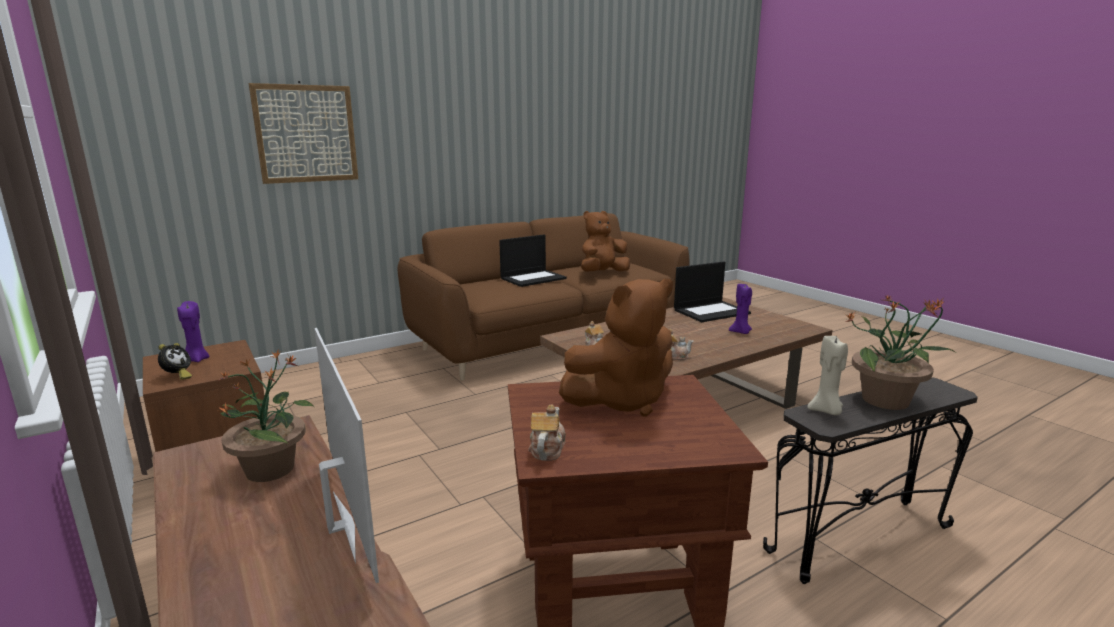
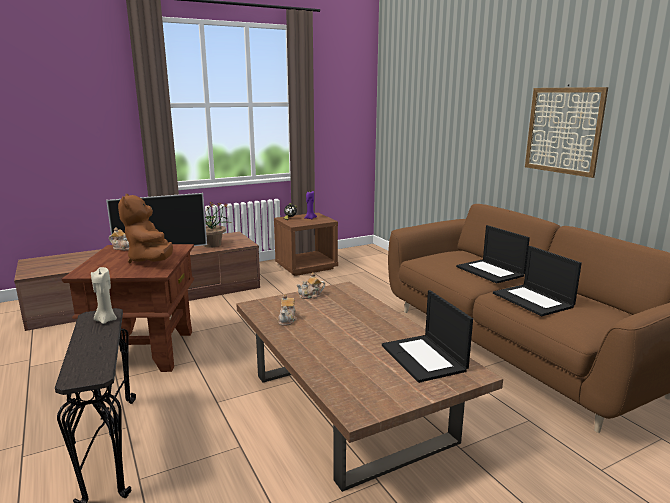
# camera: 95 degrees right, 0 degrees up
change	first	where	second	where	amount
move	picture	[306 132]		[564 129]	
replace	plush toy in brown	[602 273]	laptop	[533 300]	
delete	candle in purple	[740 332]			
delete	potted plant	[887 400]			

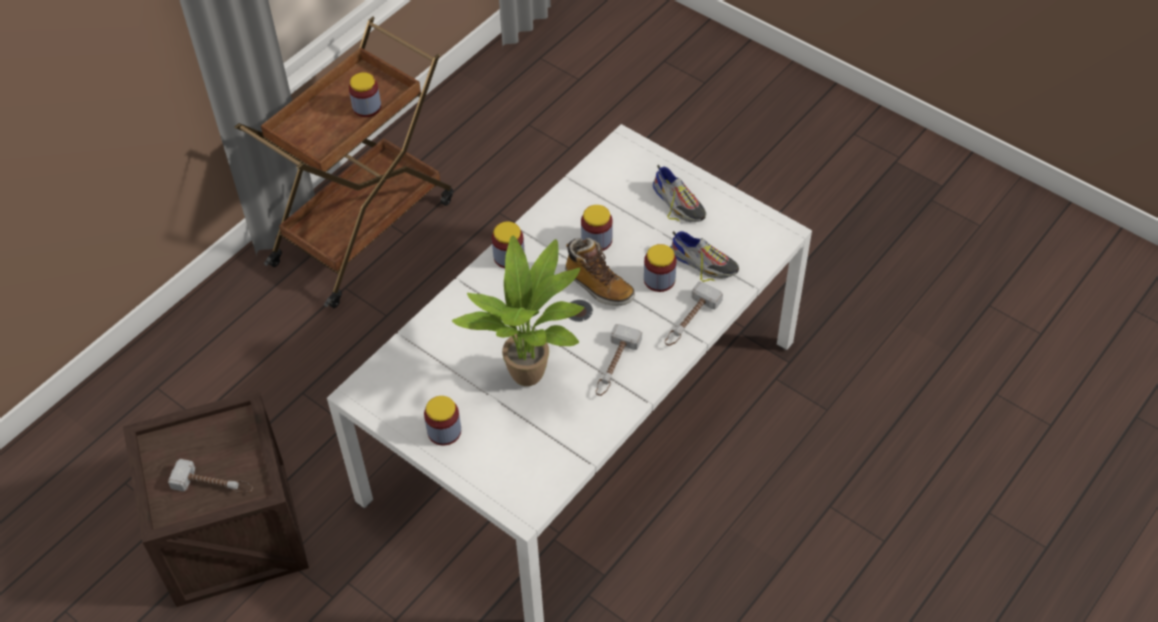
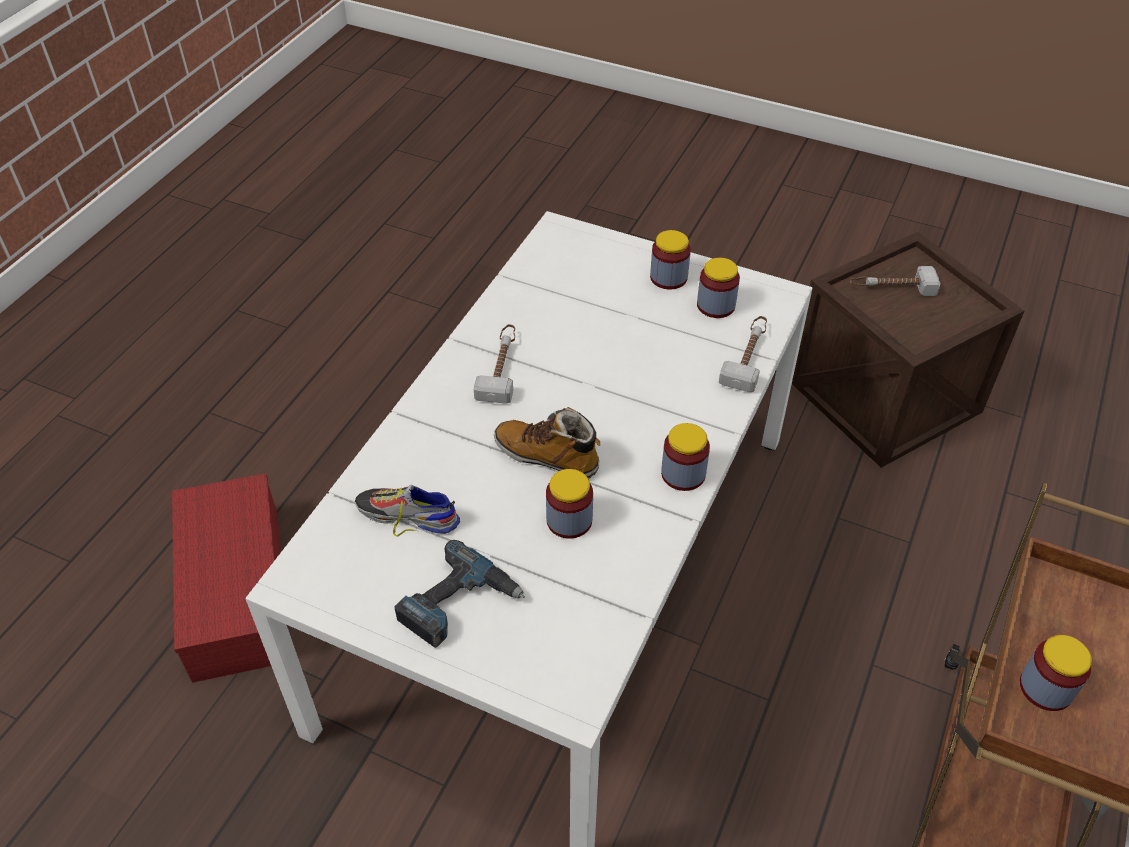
# camera: 165 degrees right, 5 degrees down
change	first	where	second	where	amount
delete	potted plant	[533 377]			
move	jar	[659 279]		[716 305]	
replace	shoe	[679 203]	power drill	[459 604]	
move	hammer	[689 321]		[748 357]	
insert			storage box in red	[235 590]	

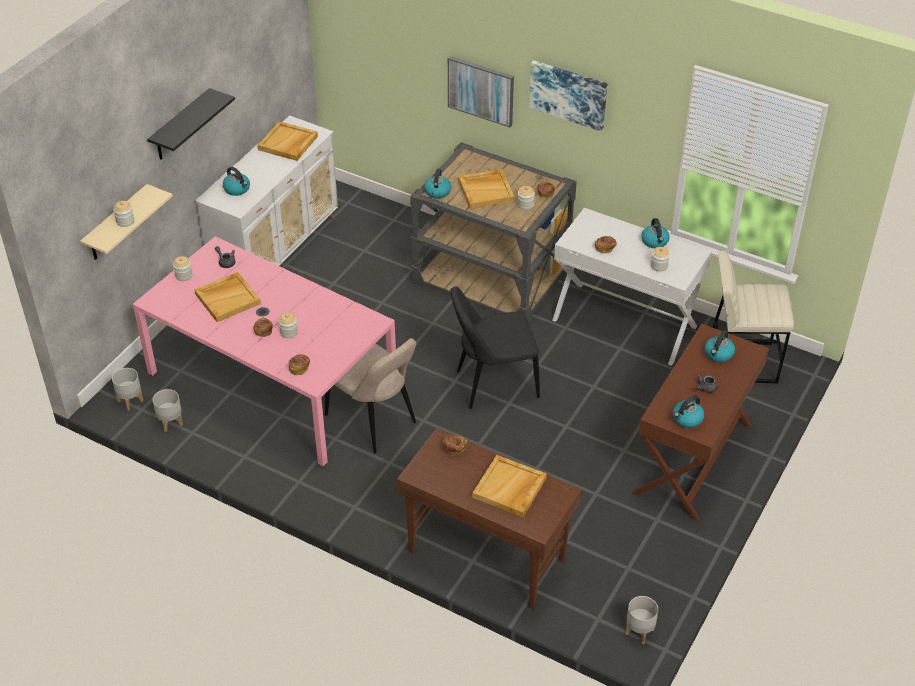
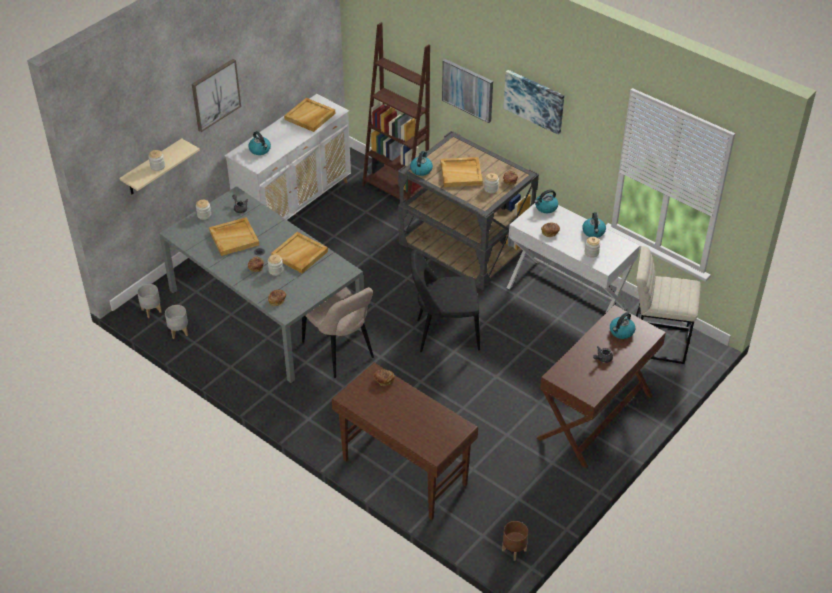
# camera: 10 degrees right, 0 degrees up
change	first	where	second	where	amount
recolor	dining table in pink	[271 382]	dining table in grey	[265 310]	
replace	shelf in black	[181 126]	picture	[215 94]	
move	tray in beige	[509 488]		[299 254]	
recolor	planter in grey	[639 632]	planter in brown	[513 550]	
move	kettle	[687 419]		[546 207]	
insert			bookcase in brown	[395 189]	

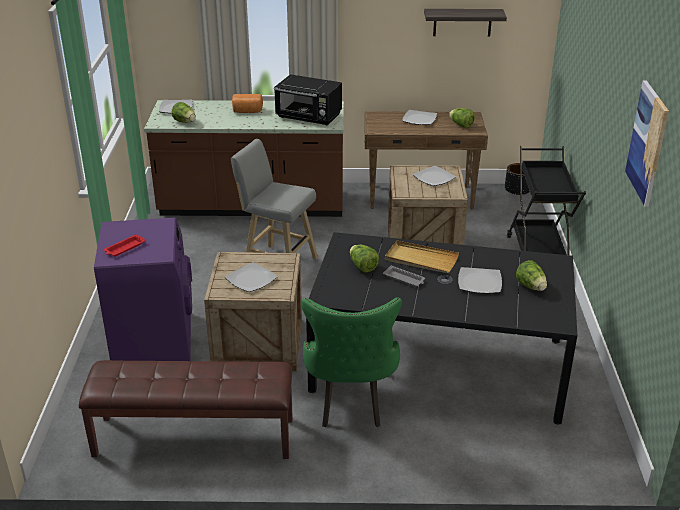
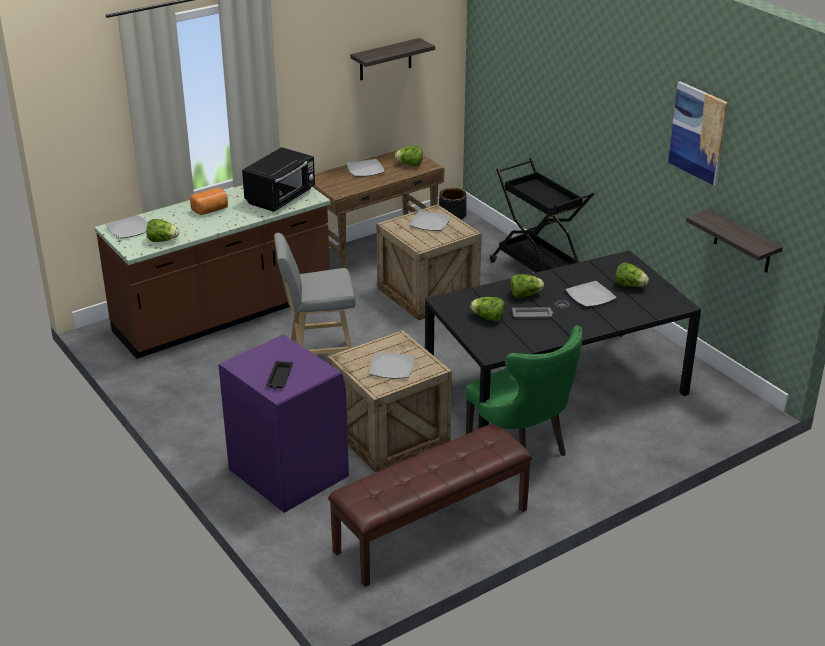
# camera: 35 degrees left, 0 degrees up
change	first	where	second	where	amount
recolor	tray in red	[124 248]	tray in black	[279 378]	
rotate	microwave in black	[309 117]		[281 197]	45 degrees counterclockwise
replace	tray in beige	[421 259]	lettuce	[525 295]	
insert			shelf	[742 242]	

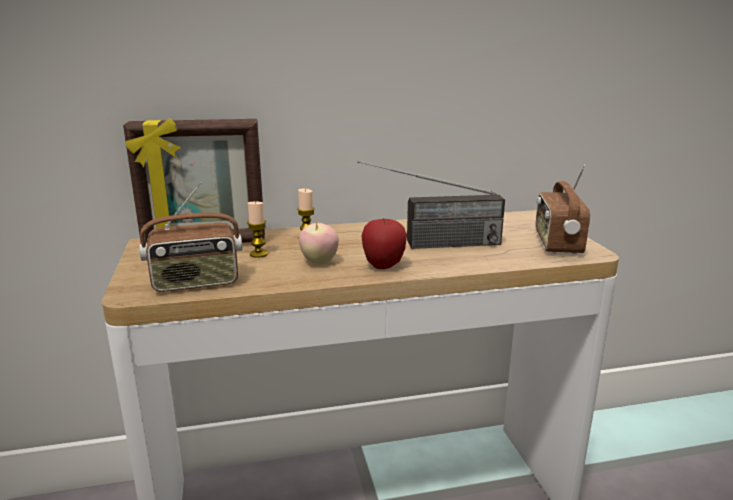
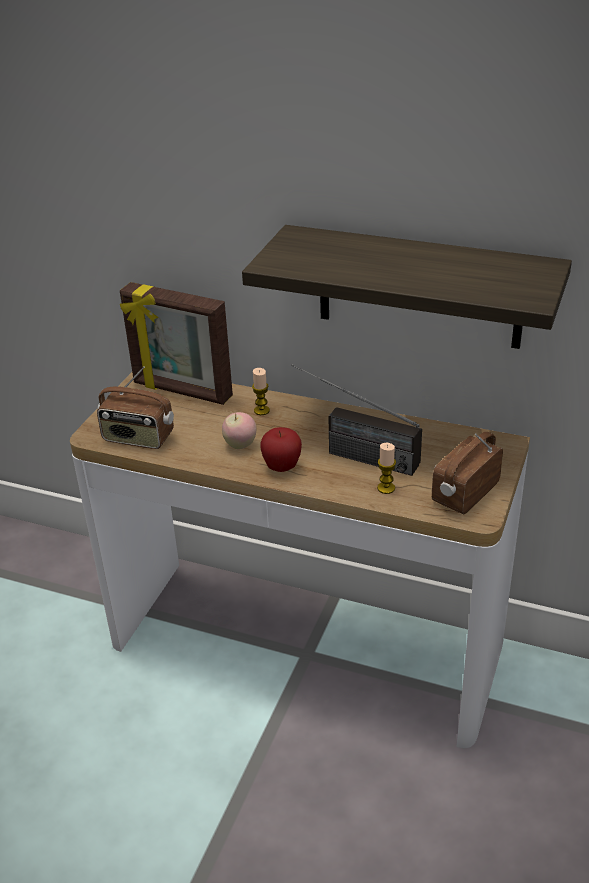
# camera: 35 degrees right, 15 degrees up
change	first	where	second	where	amount
move	candle	[258 254]		[386 488]	
insert			shelf	[419 287]	

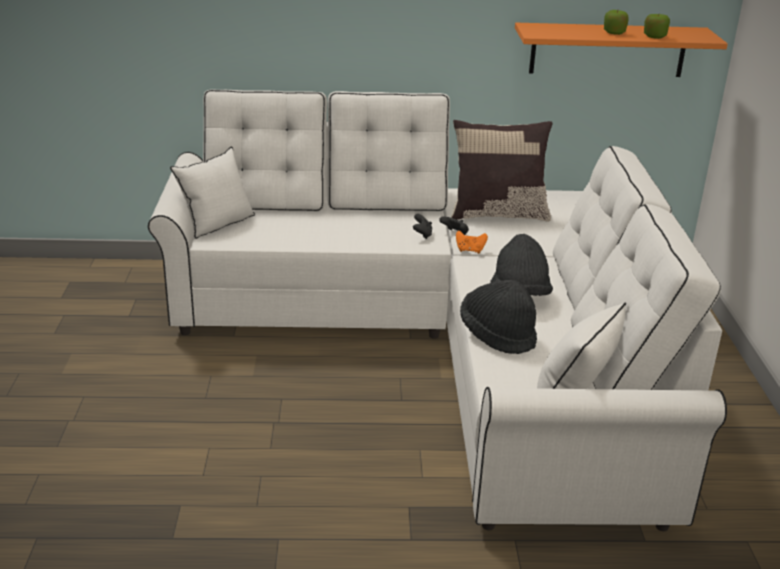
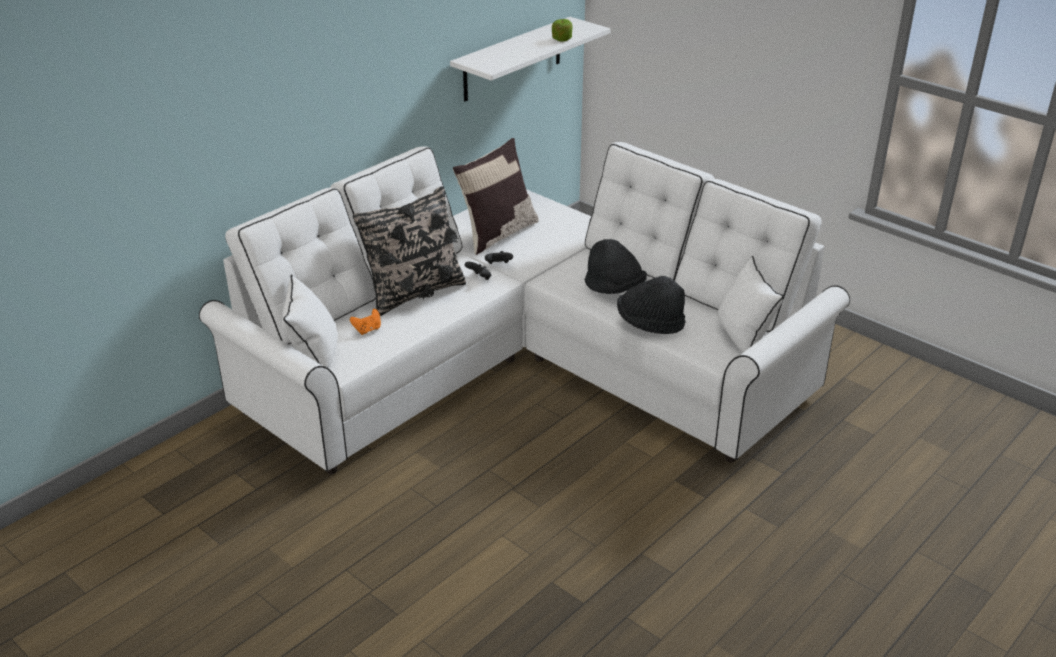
# camera: 45 degrees left, 5 degrees up
change	first	where	second	where	amount
move	game controller in orange	[470 250]		[367 330]	
recolor	shelf in orange	[608 50]	shelf in white	[512 59]	
delete	apple	[614 33]			
insert			pillow in black	[415 294]	

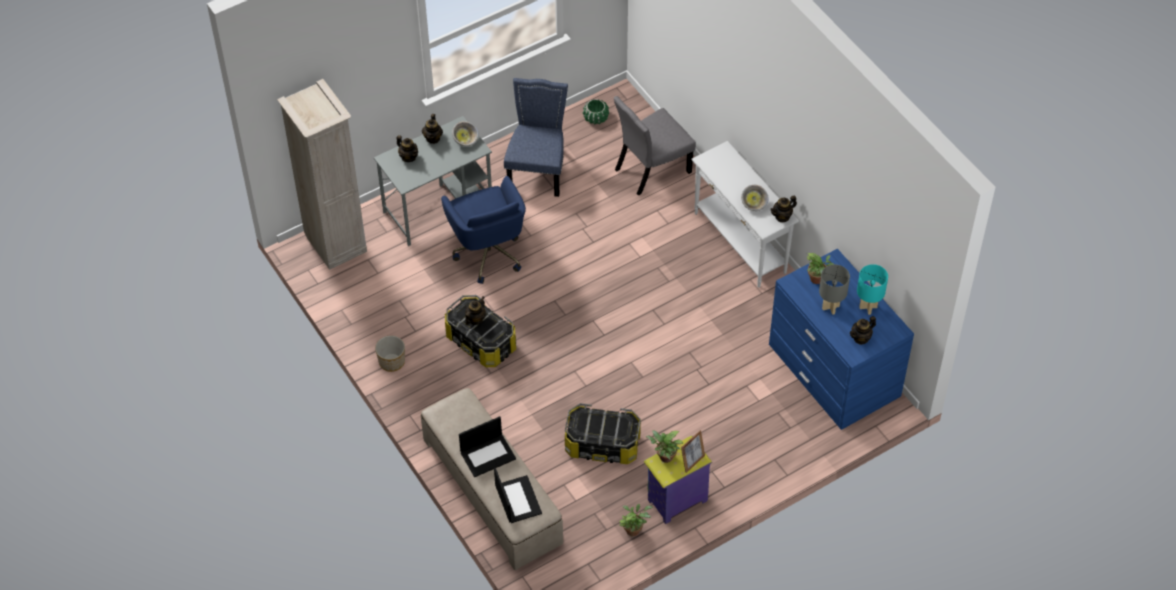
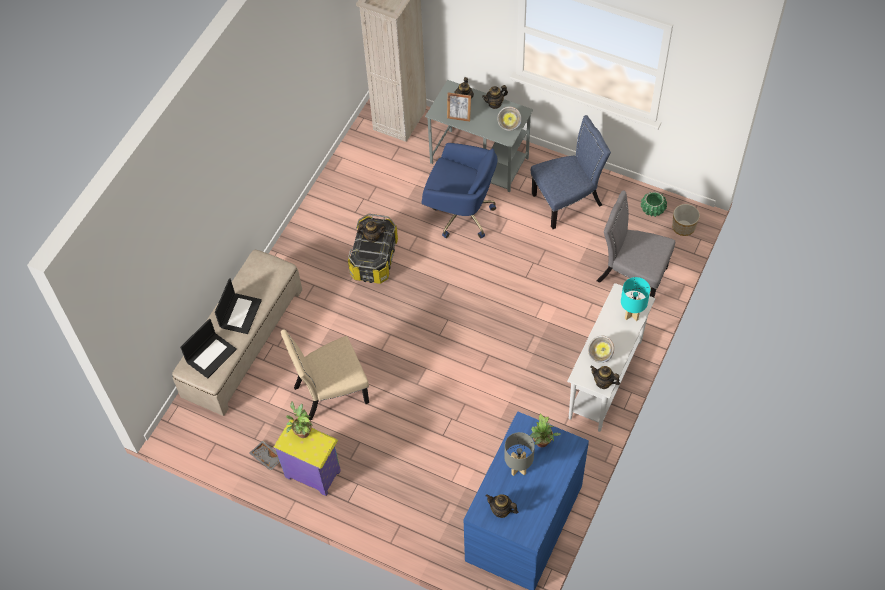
# camera: 60 degrees right, 5 degrees up
change	first	where	second	where	amount
move	planter	[392 361]		[683 227]	
rotate	office chair in blue	[487 253]		[460 215]	105 degrees counterclockwise
rotate	laptop	[488 455]		[240 313]	105 degrees counterclockwise
replace	storage box	[602 445]	chair in beige	[332 392]	
replace	potted plant	[634 529]	tray in grey	[266 458]	
move	picture frame	[692 461]		[459 117]	
move	table lamp in turquoise	[868 307]		[631 314]	

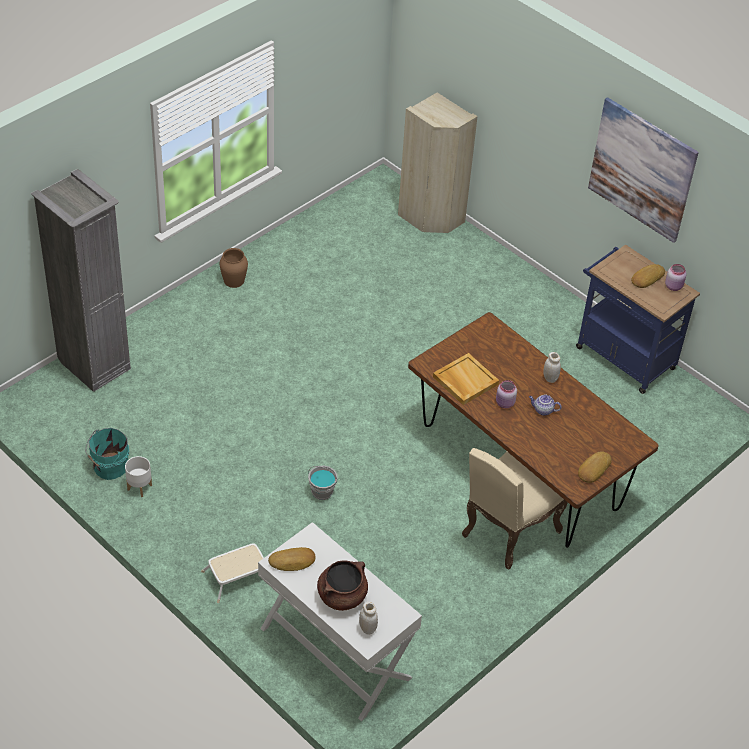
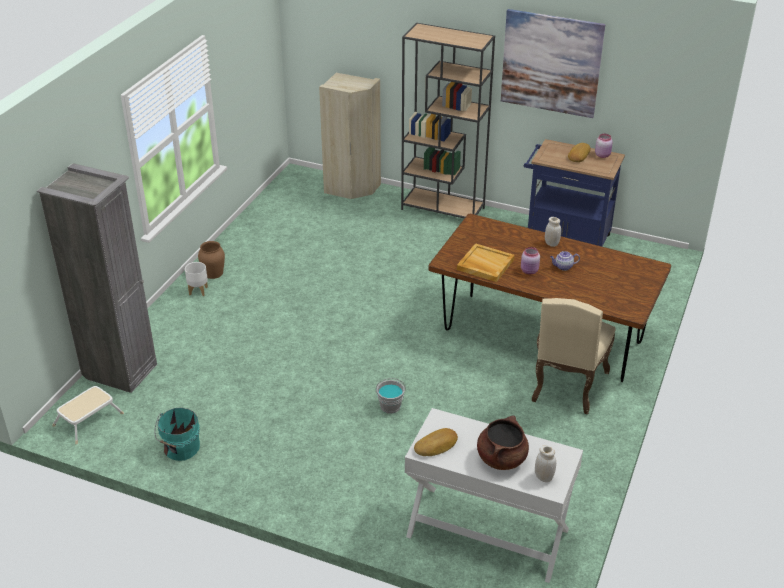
# camera: 20 degrees left, 10 degrees down
change	first	where	second	where	amount
move	planter in white	[140 487]		[198 290]	
move	step ladder in beige	[237 576]		[88 419]	
delete	bread	[593 469]			
insert			bookcase	[443 209]	

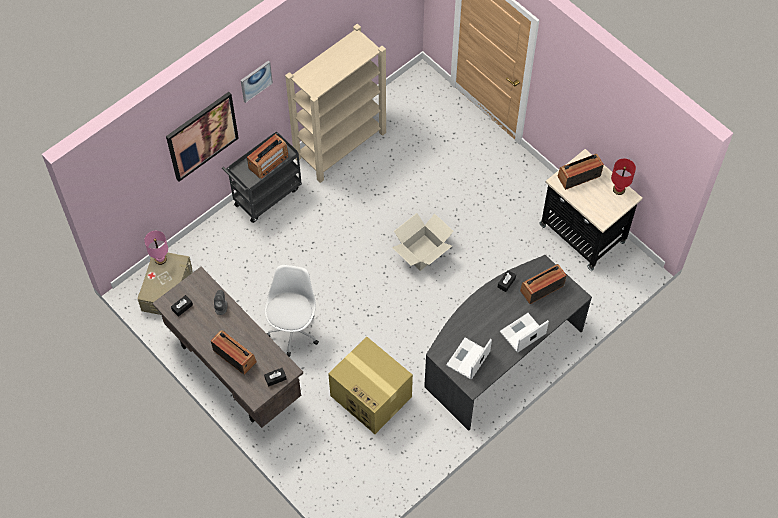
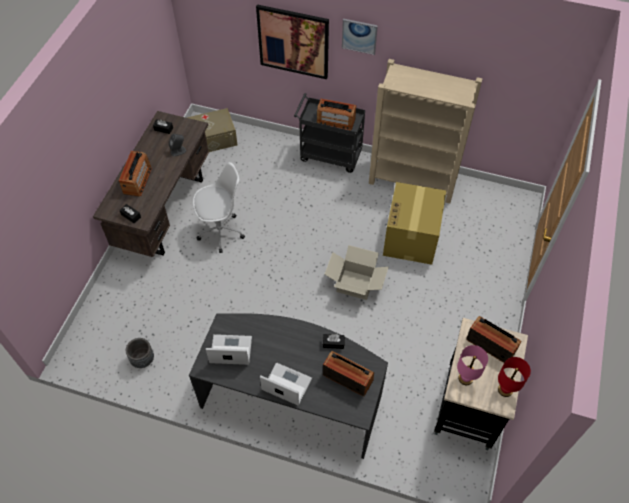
# camera: 60 degrees right, 5 degrees down
change	first	where	second	where	amount
move	table lamp in pink	[160 259]		[465 378]	
move	cardboard box	[372 397]		[411 238]	
insert			planter in grey	[143 360]	

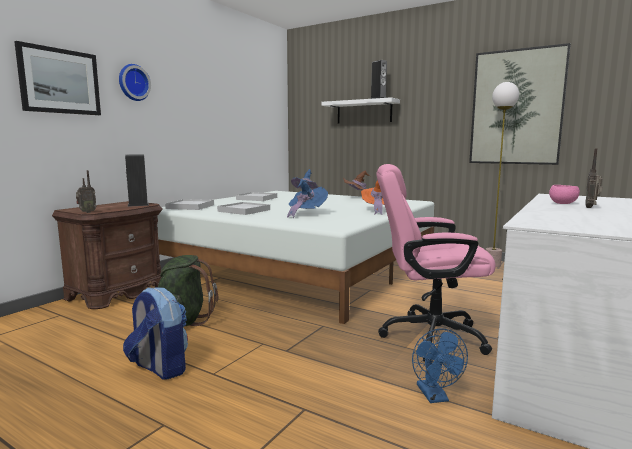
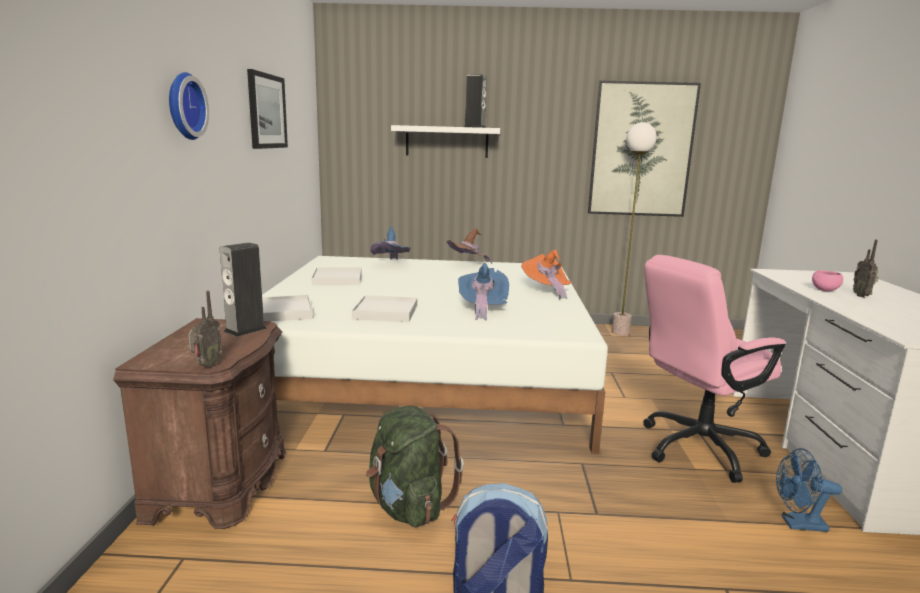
# camera: 30 degrees left, 5 degrees up
change	first	where	second	where	amount
move	picture	[60 81]		[266 111]	
rotate	fan in blue	[435 396]		[797 524]	135 degrees clockwise

